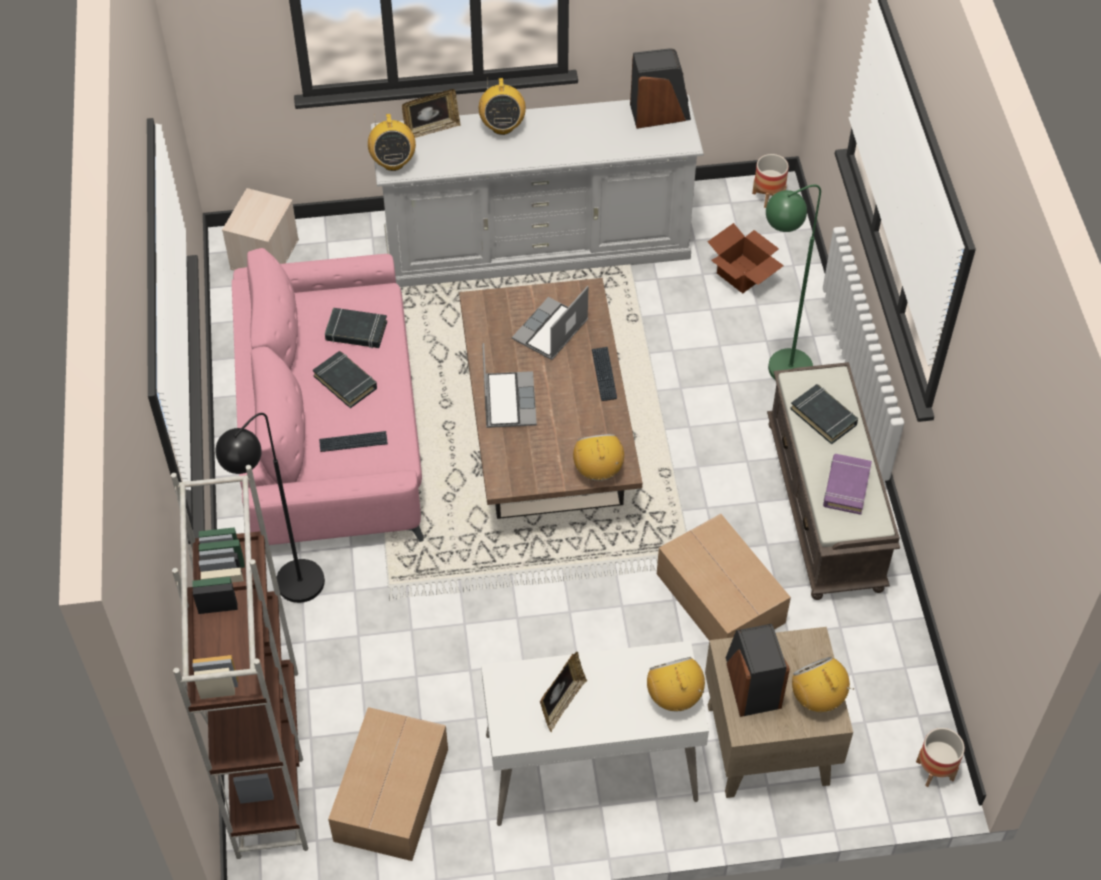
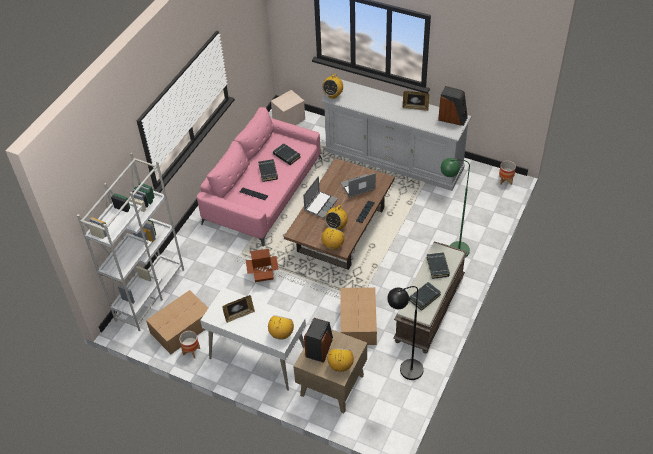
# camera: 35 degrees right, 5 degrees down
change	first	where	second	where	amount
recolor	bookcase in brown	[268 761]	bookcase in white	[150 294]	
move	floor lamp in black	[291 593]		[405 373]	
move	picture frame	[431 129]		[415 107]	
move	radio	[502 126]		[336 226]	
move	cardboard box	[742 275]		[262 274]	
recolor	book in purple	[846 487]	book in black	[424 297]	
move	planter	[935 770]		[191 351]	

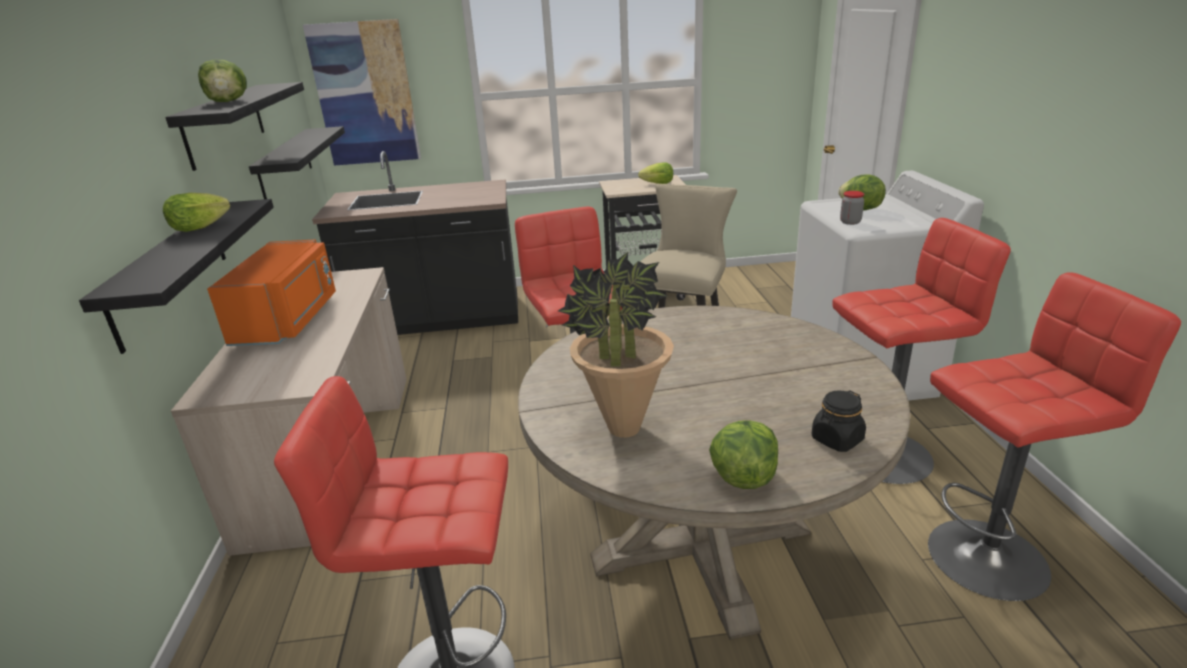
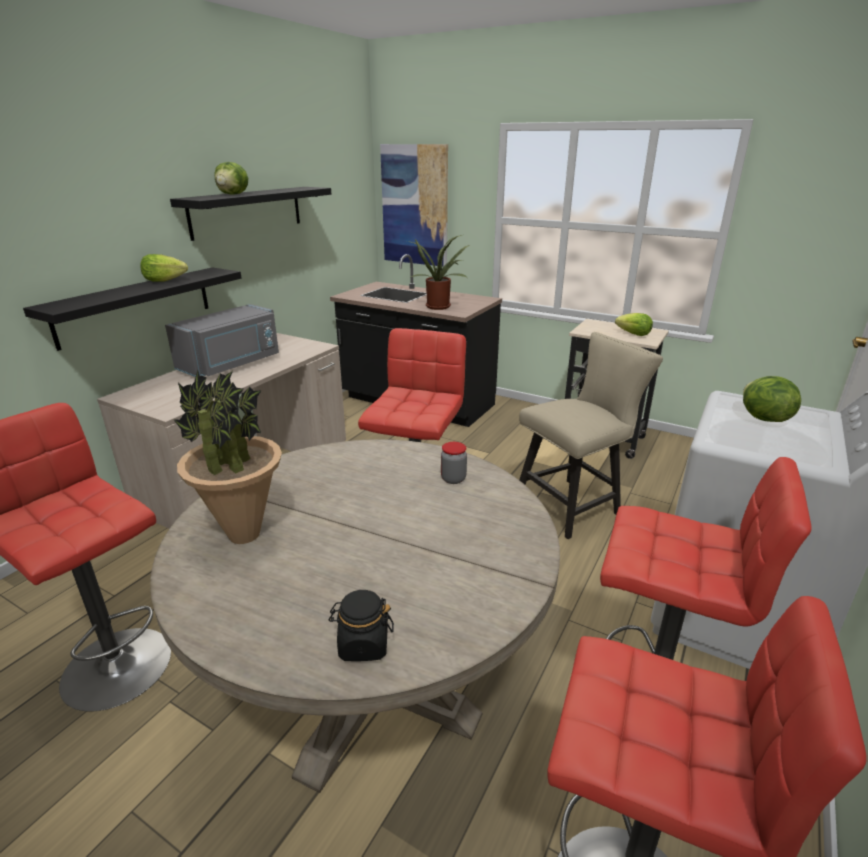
# camera: 35 degrees right, 0 degrees up
change	first	where	second	where	amount
recolor	microwave in orange	[289 320]	microwave in grey	[232 364]	
delete	shelf in black	[285 165]			
delete	lettuce	[743 477]			
move	jar	[850 222]		[453 479]	
insert			potted plant	[439 306]	

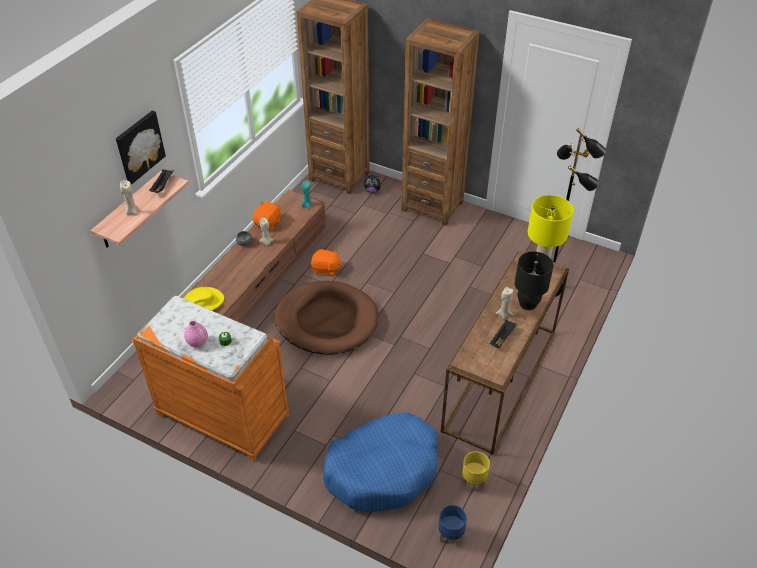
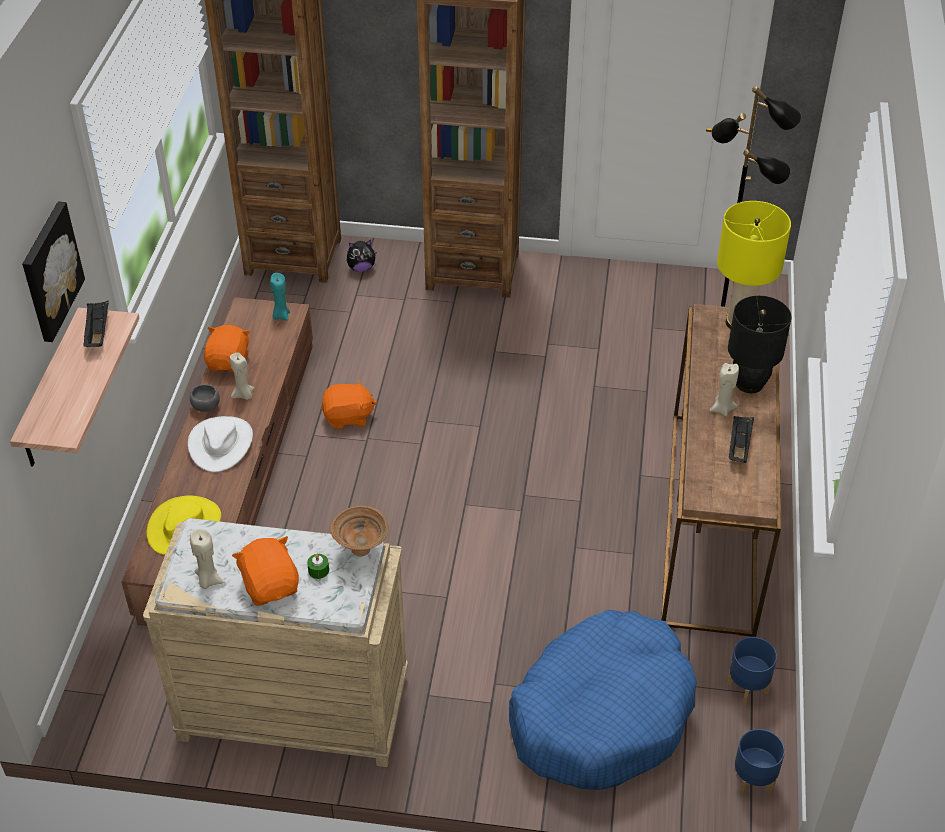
# camera: 20 degrees left, 0 degrees up
change	first	where	second	where	amount
move	candle in beige	[132 212]		[208 580]	
recolor	dresser in orange	[222 415]	dresser in beige	[293 707]	
replace	vase in pink	[197 342]	plush toy in orange	[270 585]	
delete	dog bed in brown	[326 321]			
recolor	planter in yellow	[473 481]	planter in blue	[746 688]	
insert			hat in white	[220 444]	
insert			bowl in brown	[362 550]	

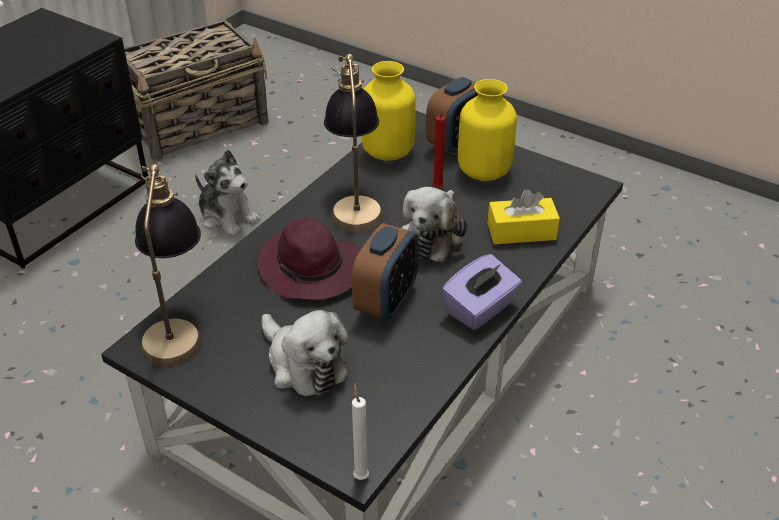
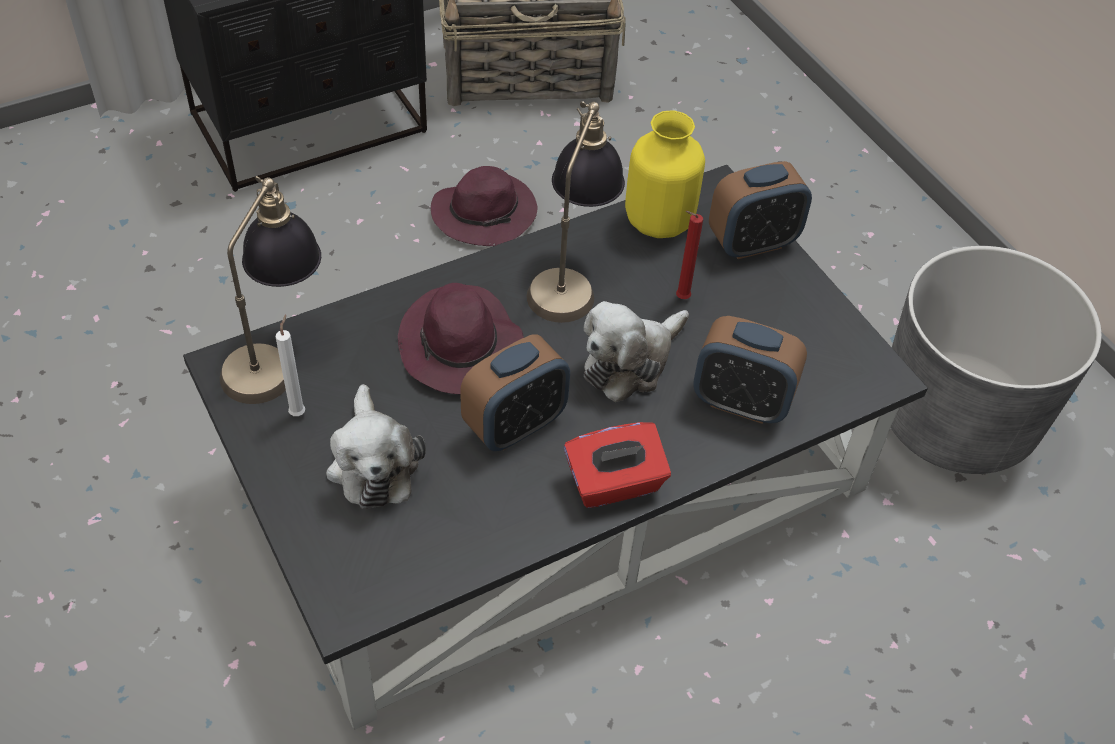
# camera: 25 degrees right, 10 degrees up
change	first	where	second	where	amount
replace	plush toy	[227 216]	hat in purple	[485 213]	
move	candle in white	[360 475]		[298 412]	
recolor	tissue box in purple	[480 309]	tissue box in red	[614 484]	
delete	vase in yellow	[485 171]			
replace	tissue box in yellow	[521 231]	alarm clock	[741 402]	
insert			planter in grey	[955 418]	

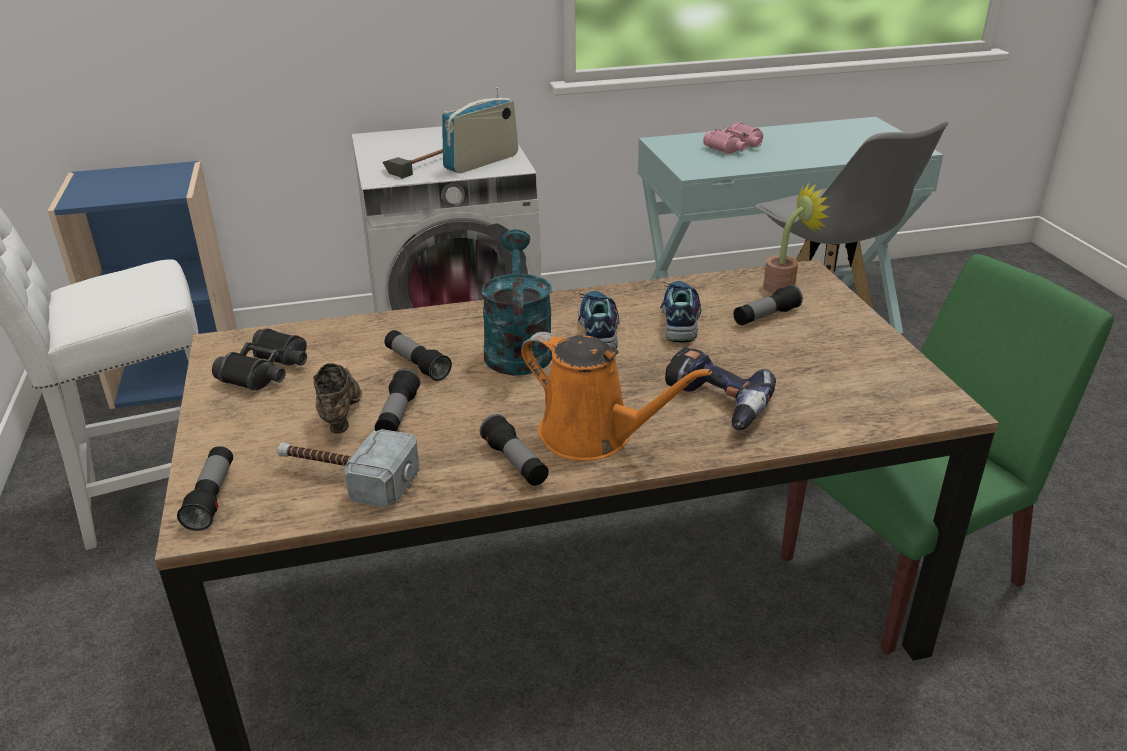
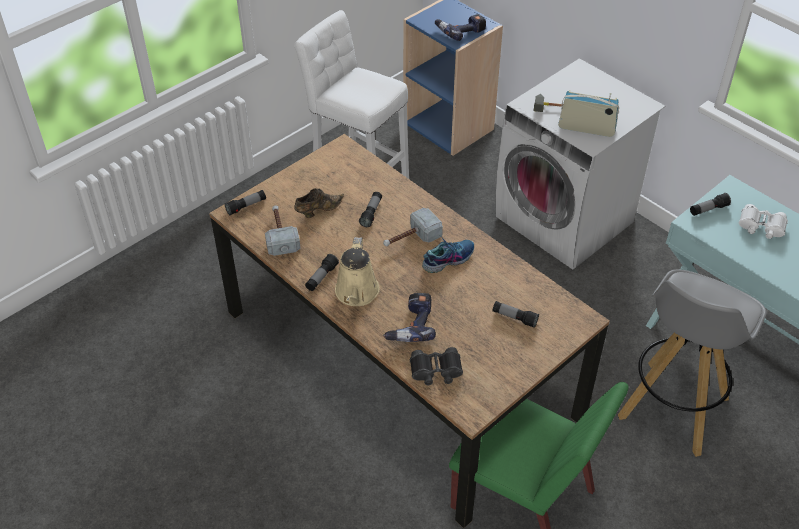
# camera: 60 degrees right, 15 degrees up
change	first	where	second	where	amount
move	binoculars in black	[267 370]		[436 371]	
move	flashlight	[397 415]		[708 209]	
replace	watering can in turquoise	[517 348]	hammer	[410 238]	
recolor	watering can in orange	[593 436]	watering can in beige	[356 293]	
delete	shoe	[678 319]			
recolor	binoculars in pink	[735 147]	binoculars in white	[761 227]	
delete	potted plant	[784 286]			
insert			power drill	[460 30]	

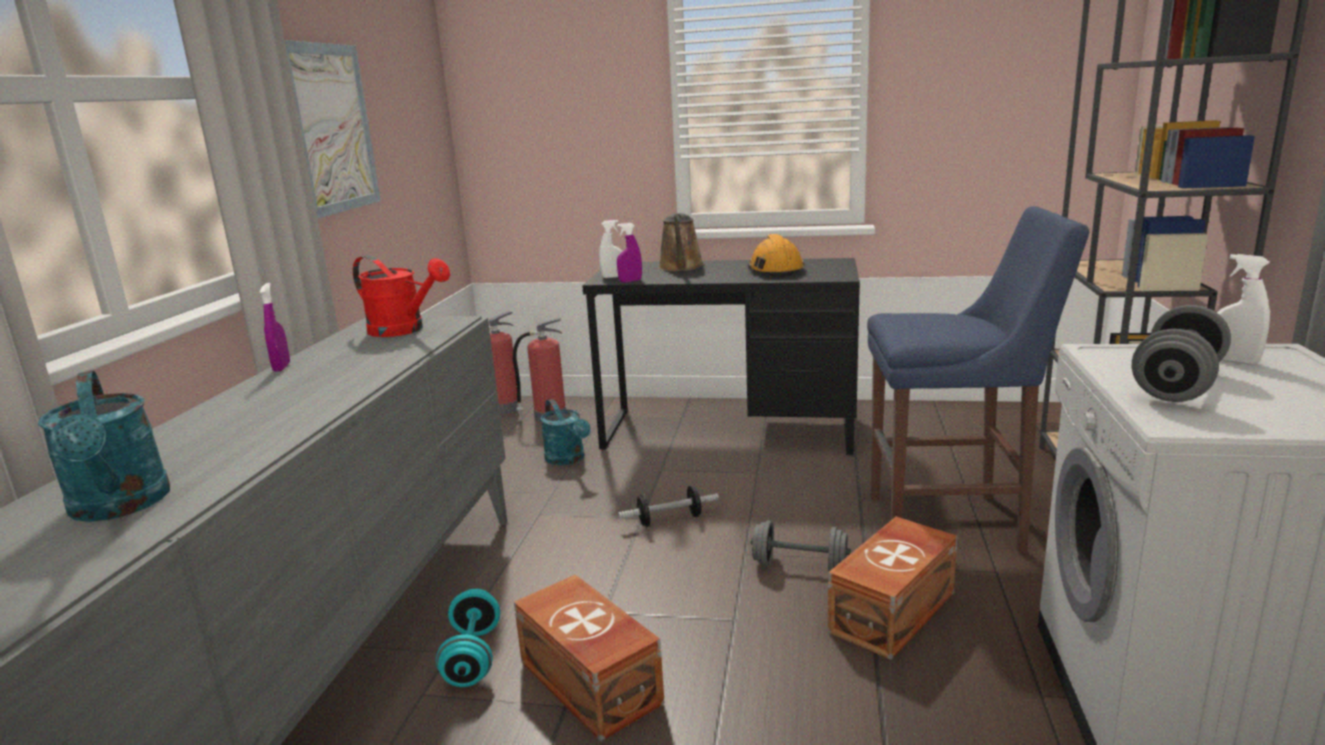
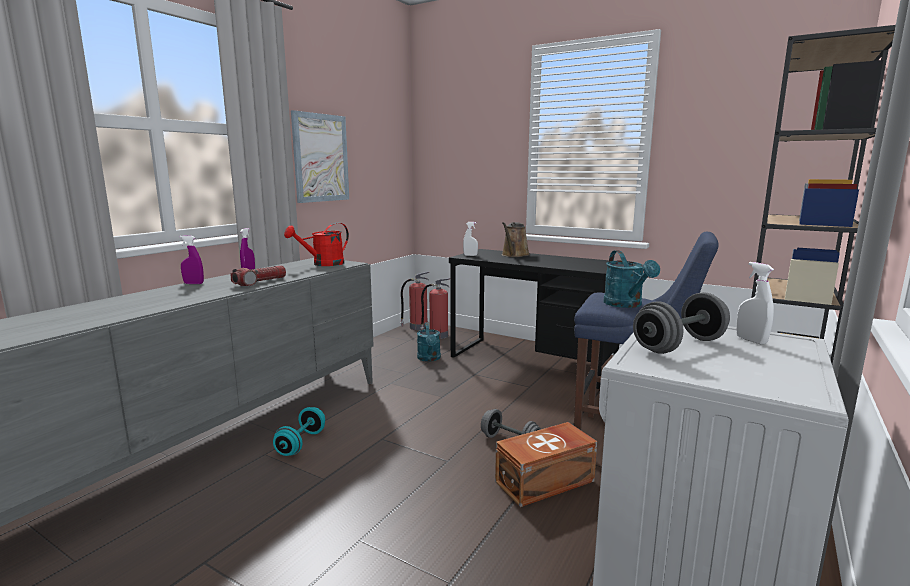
# camera: 20 degrees right, 5 degrees down
change	first	where	second	where	amount
move	watering can in turquoise	[120 507]		[626 305]	
rotate	watering can in red	[404 330]		[323 264]	90 degrees clockwise
delete	storage box in brown	[589 684]			
move	spray bottle in purple	[630 281]		[193 283]	
delete	dumbbell	[669 520]			
delete	hard hat in orange	[775 270]			
insert			flashlight	[260 282]	

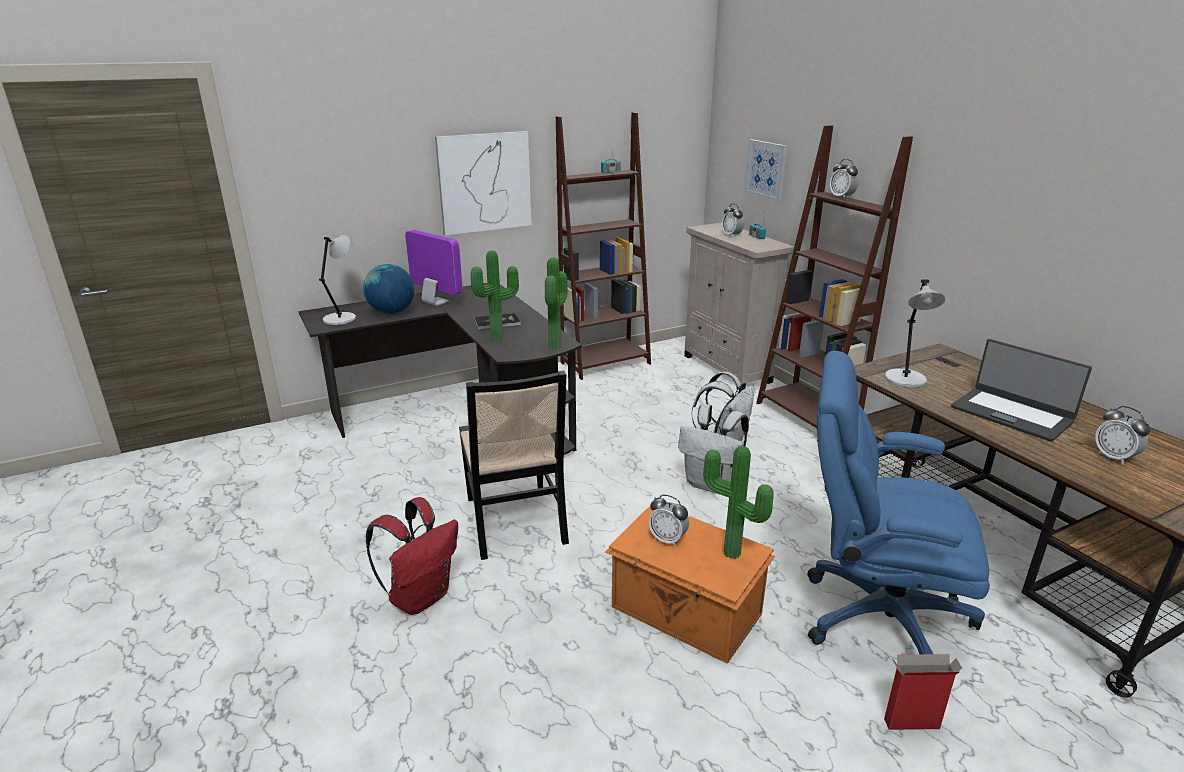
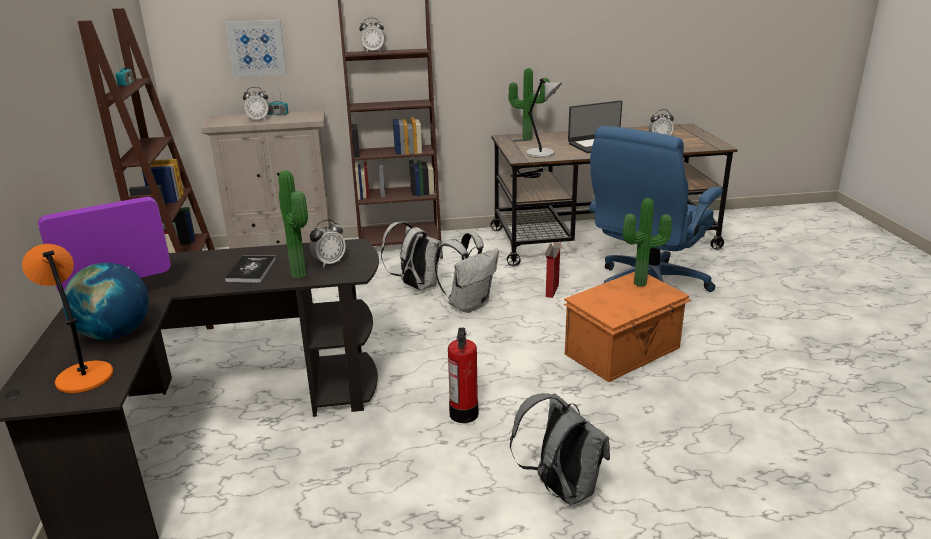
# camera: 70 degrees left, 0 degrees up
change	first	where	second	where	amount
recolor	table lamp in grey	[341 318]	table lamp in orange	[83 376]	
recolor	backpack in red	[420 597]	backpack in grey	[560 489]	
delete	picture	[484 182]			
replace	chair	[514 521]	fire extinguisher	[464 413]	
move	potted plant	[557 347]		[527 138]	
move	alarm clock	[667 539]		[329 263]	
move	cardboard box	[910 724]		[552 291]	

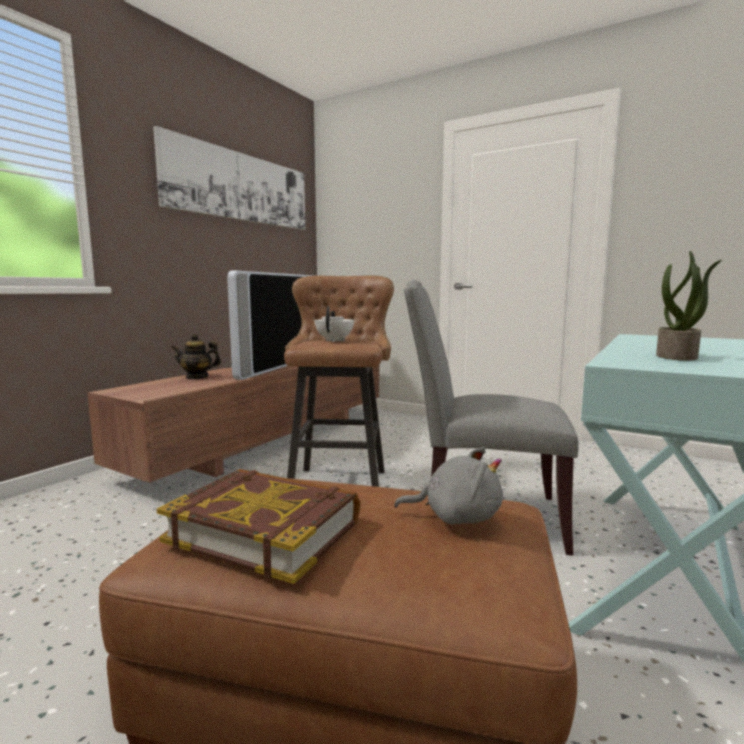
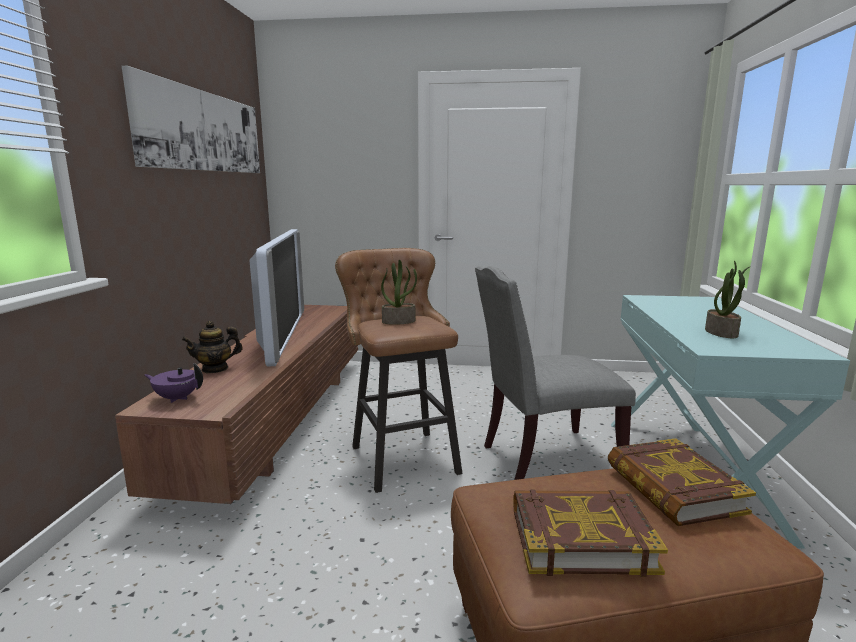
# camera: 25 degrees left, 5 degrees up
change	first	where	second	where	amount
replace	teapot in white	[335 340]	potted plant	[399 321]	
replace	plush toy in grey	[456 517]	book	[673 488]	
insert			teapot in purple	[177 398]	

